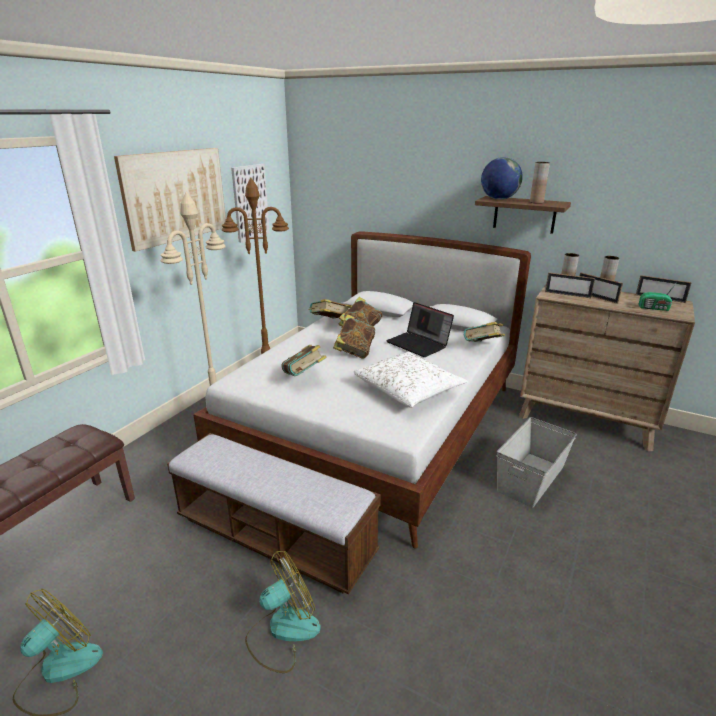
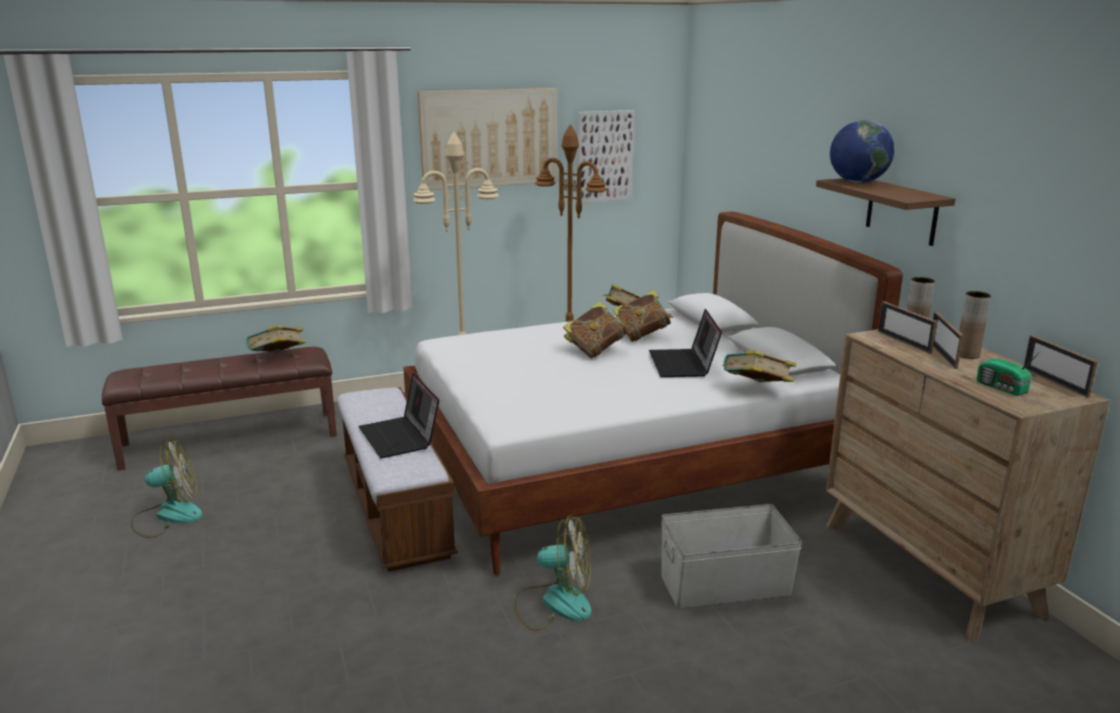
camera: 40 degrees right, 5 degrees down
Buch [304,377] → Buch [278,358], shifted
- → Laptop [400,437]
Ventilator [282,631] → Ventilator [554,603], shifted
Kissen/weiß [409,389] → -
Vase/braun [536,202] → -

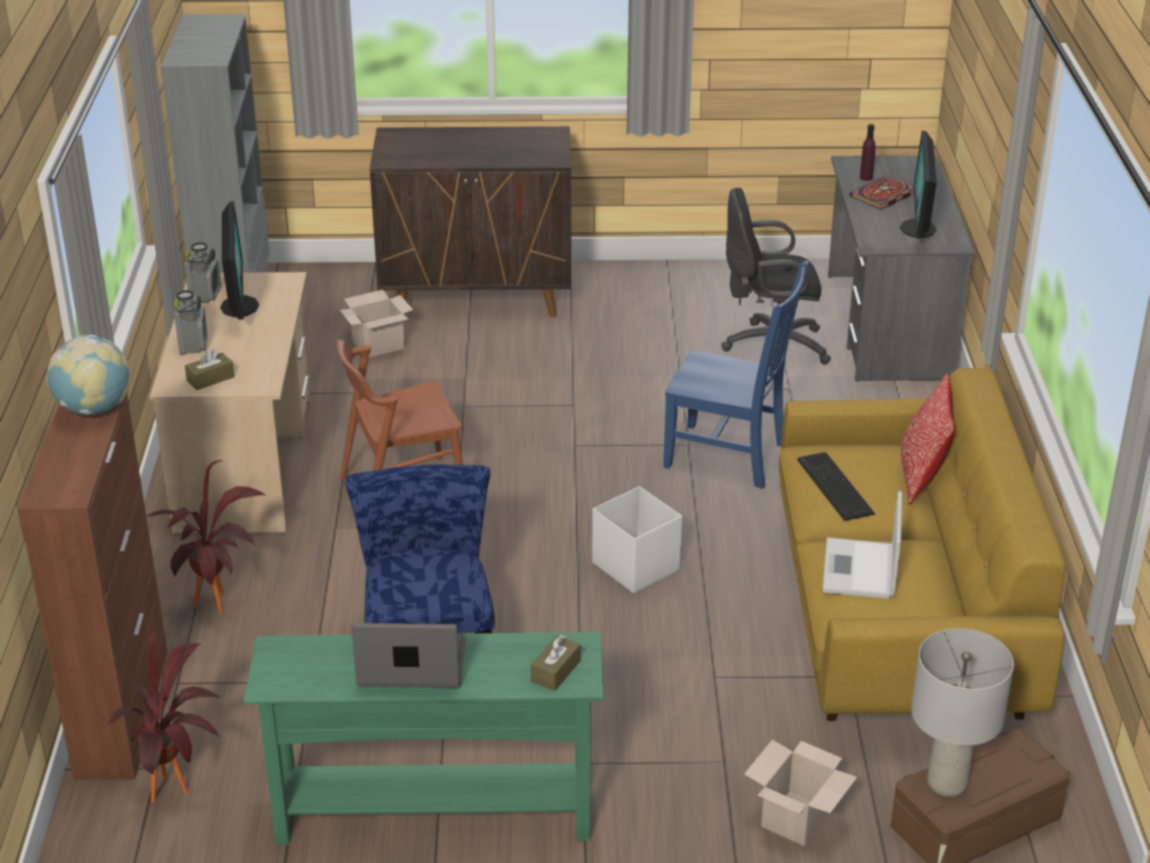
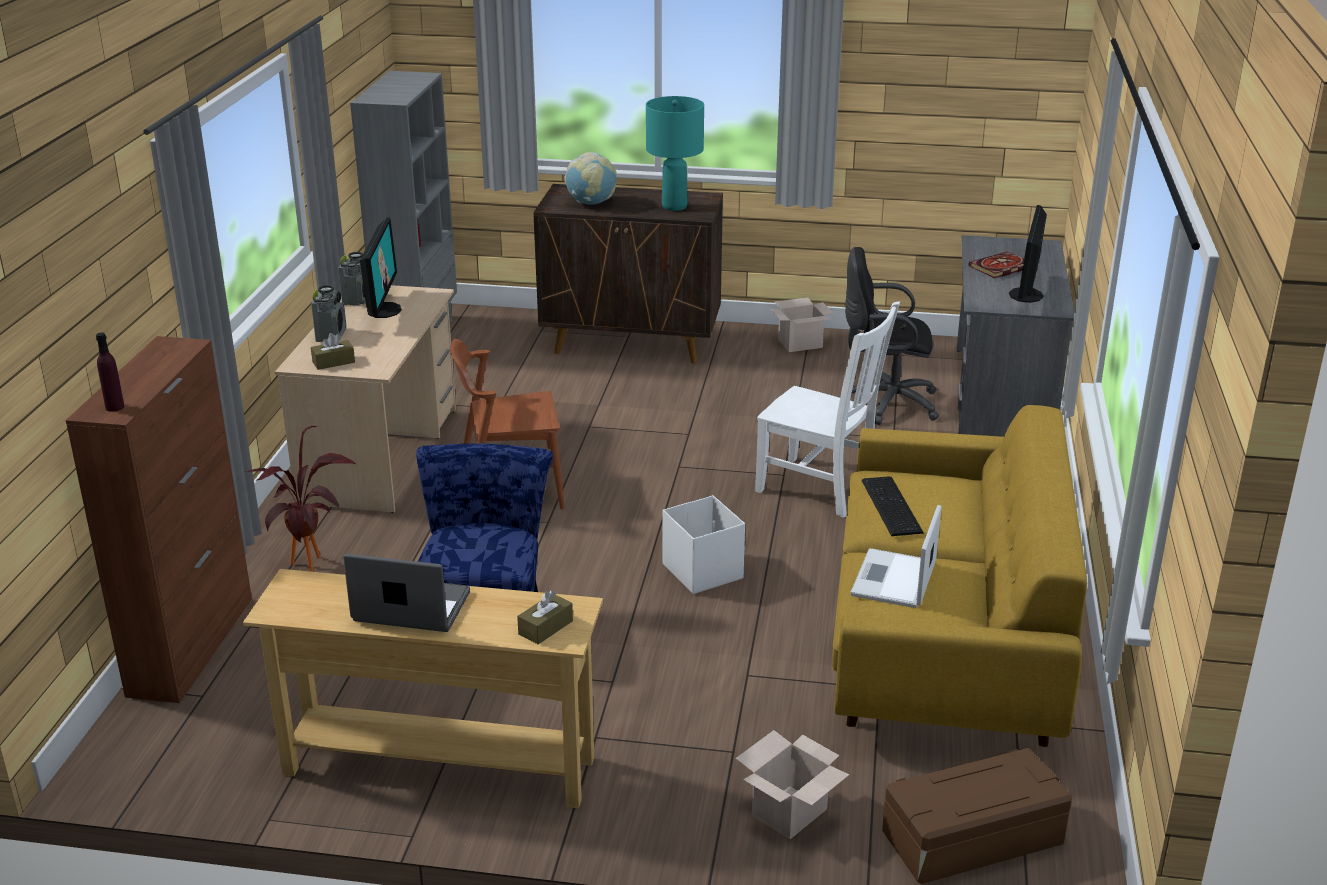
camera: 10 degrees right, 5 degrees down
Flasche/lila [866,178] → Flasche/lila [115,407], shifted
Konsolentisch/grün [434,815] → Konsolentisch/beige [438,767]
Globus [94,409] → Globus [591,203], shifted
- → Tischlampe/türkis [675,206]
Stuhl/blau [730,456] → Stuhl/weiß [820,488]
Karton [379,344] → Karton [801,343], shifted
Topfpflanze [179,790] → -
Kissen [922,476] → -
Tischlampe/grau [947,784] → -

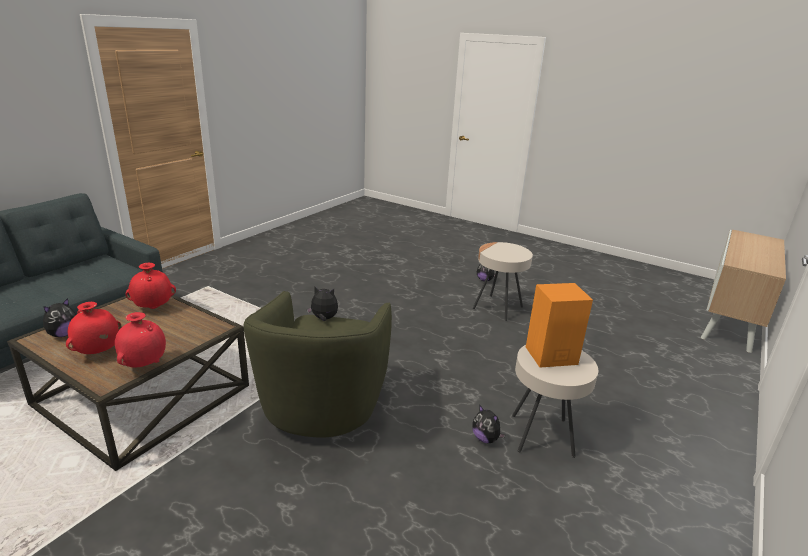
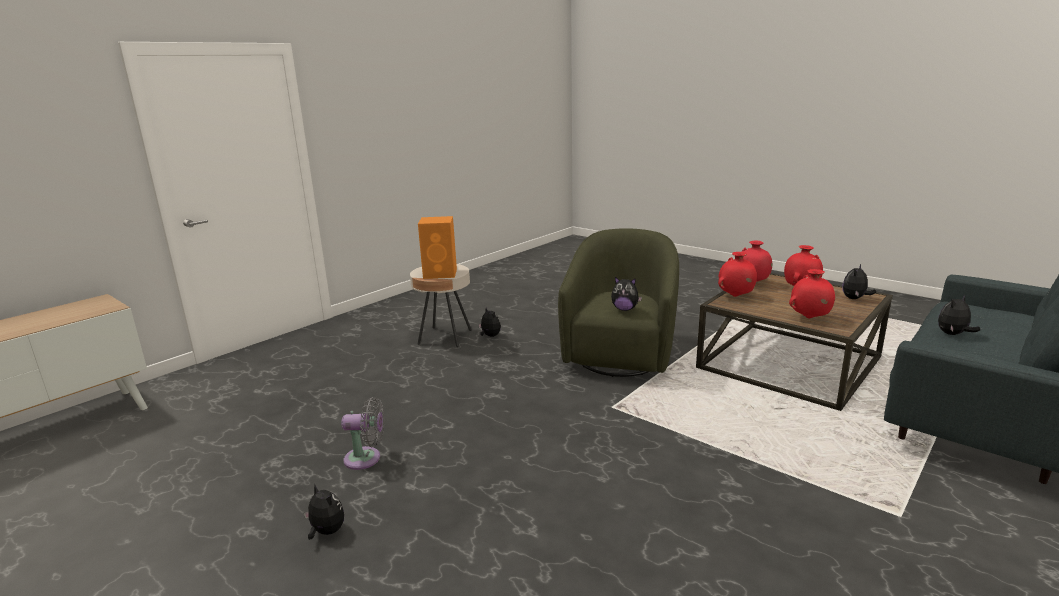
camera: 170 degrees left, 5 degrees down
Beistelltisch/beige [497,308] → Ventilator/grau [366,458]
- → Vase/rot [735,296]
- → Plüschtier [953,334]

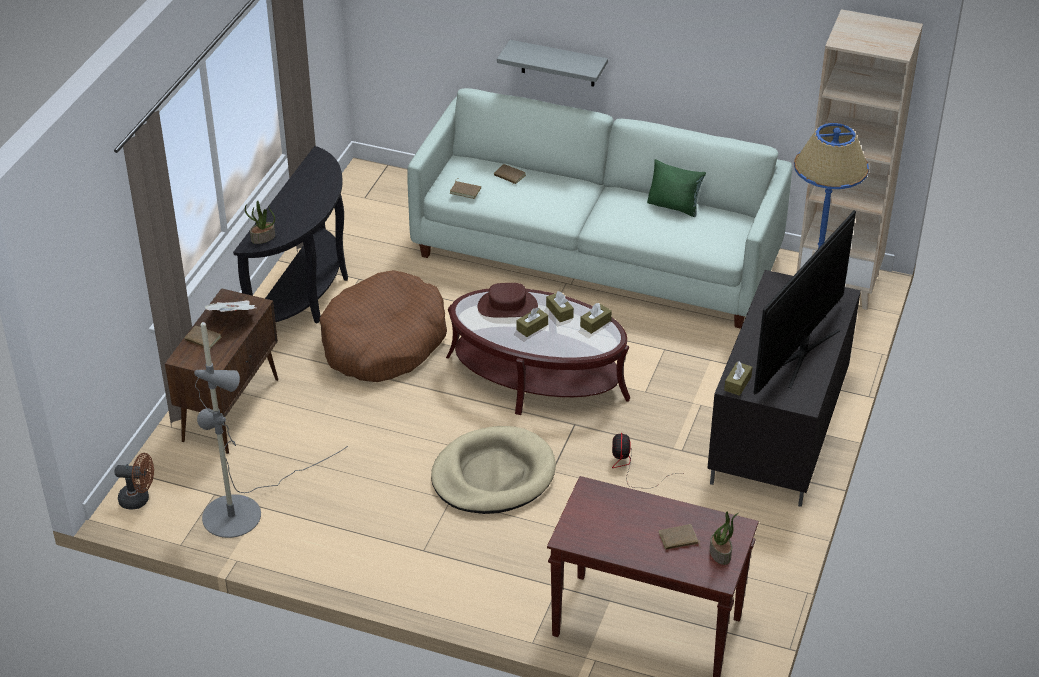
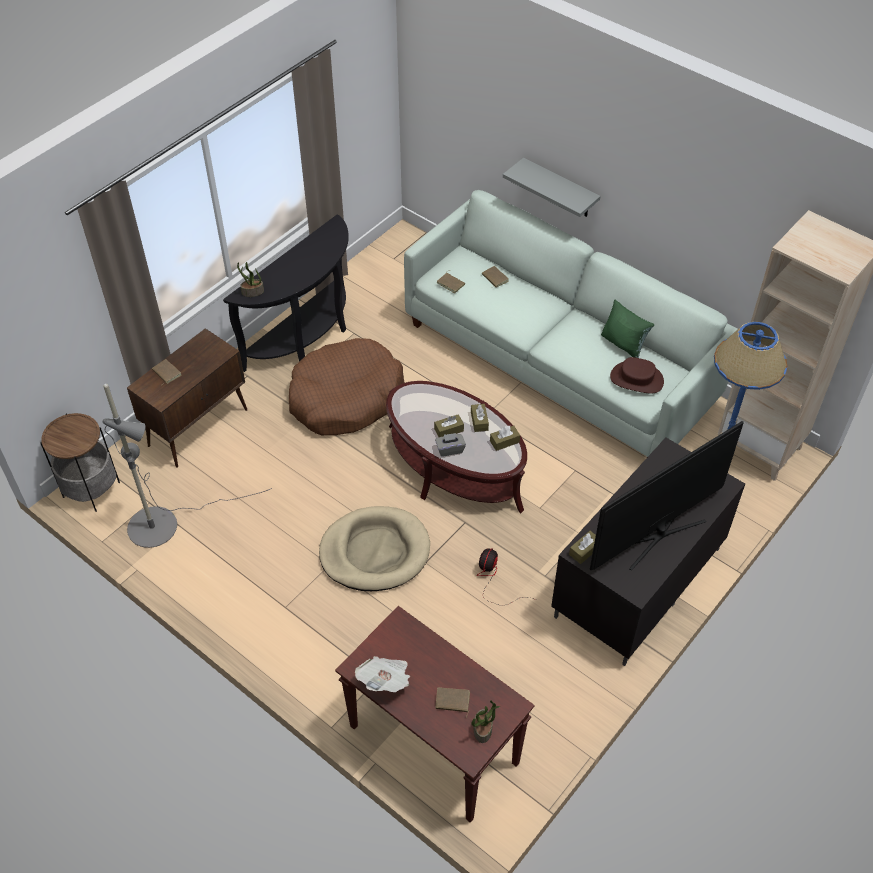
camera: 20 degrees right, 10 degrees up
Ventilator/braun [139,499] → Beistelltisch [91,489]
Zeitung [233,316] → Zeitung [385,680], shifted
- → Taschentuchbox/grau [450,449]
Hut/braun [507,307] → Hut/braun [636,379], shifted

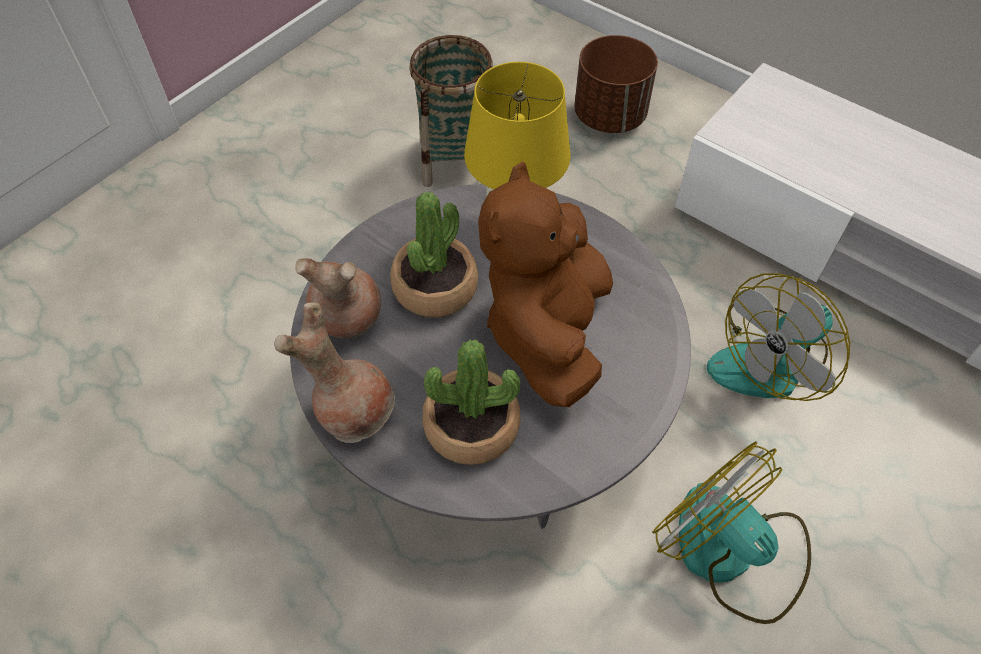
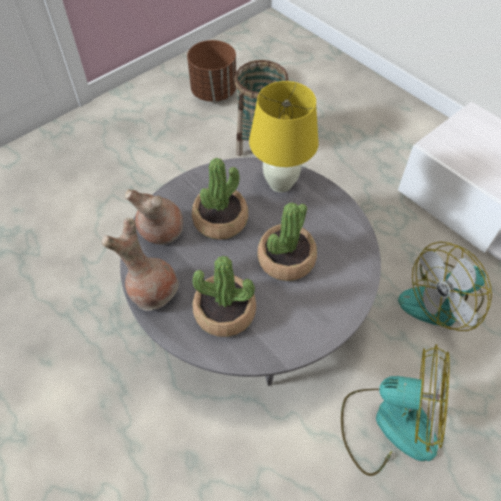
camera: 10 degrees right, 0 degrees up
Pflanzkübel/braun [610,116] → Pflanzkübel/braun [214,92], shifted
Plüschtier/braun [547,332] → Topfpflanze [286,259]
Ventilator [730,553] → Ventilator [389,423], 135 degrees clockwise

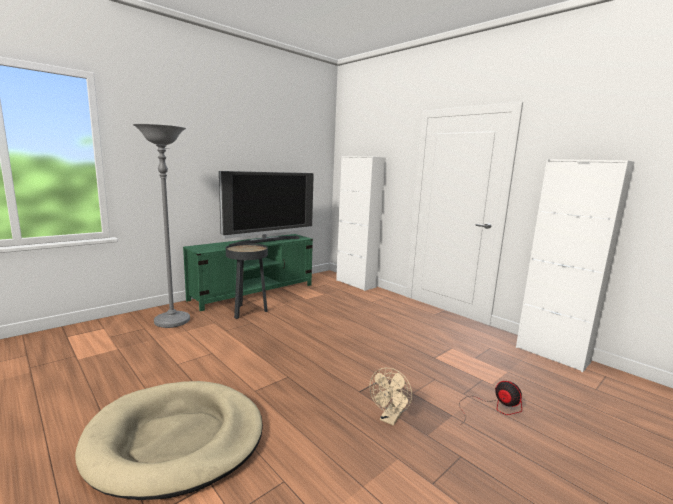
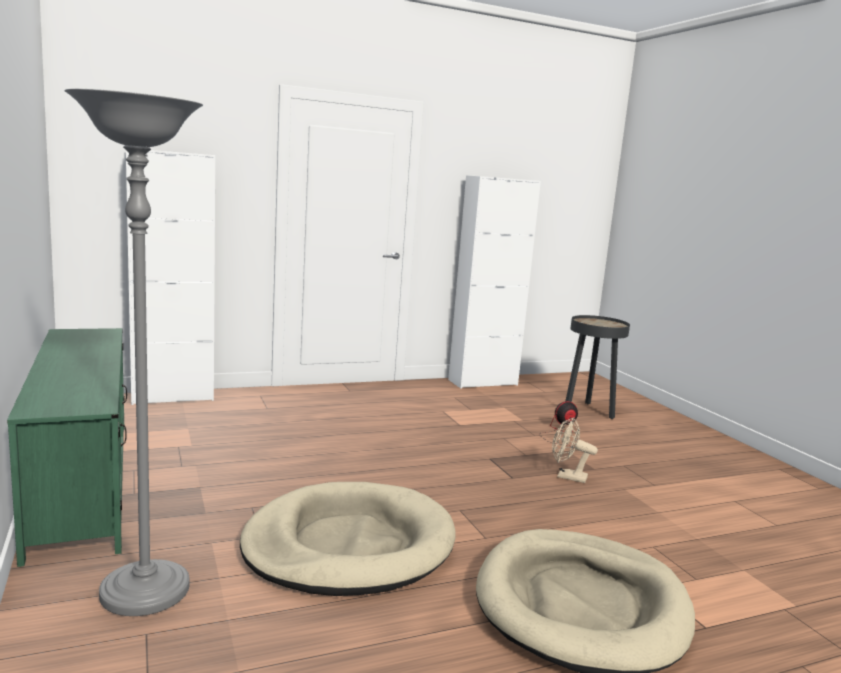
camera: 70 degrees left, 0 degrees up
- → Hundebett/beige [349,545]
Ventilator/beige [390,419] → Ventilator/beige [567,476], 150 degrees clockwise
Beistelltisch/schwarz [248,312] → Beistelltisch/schwarz [588,411], shifted
Fernseher [267,241] → -

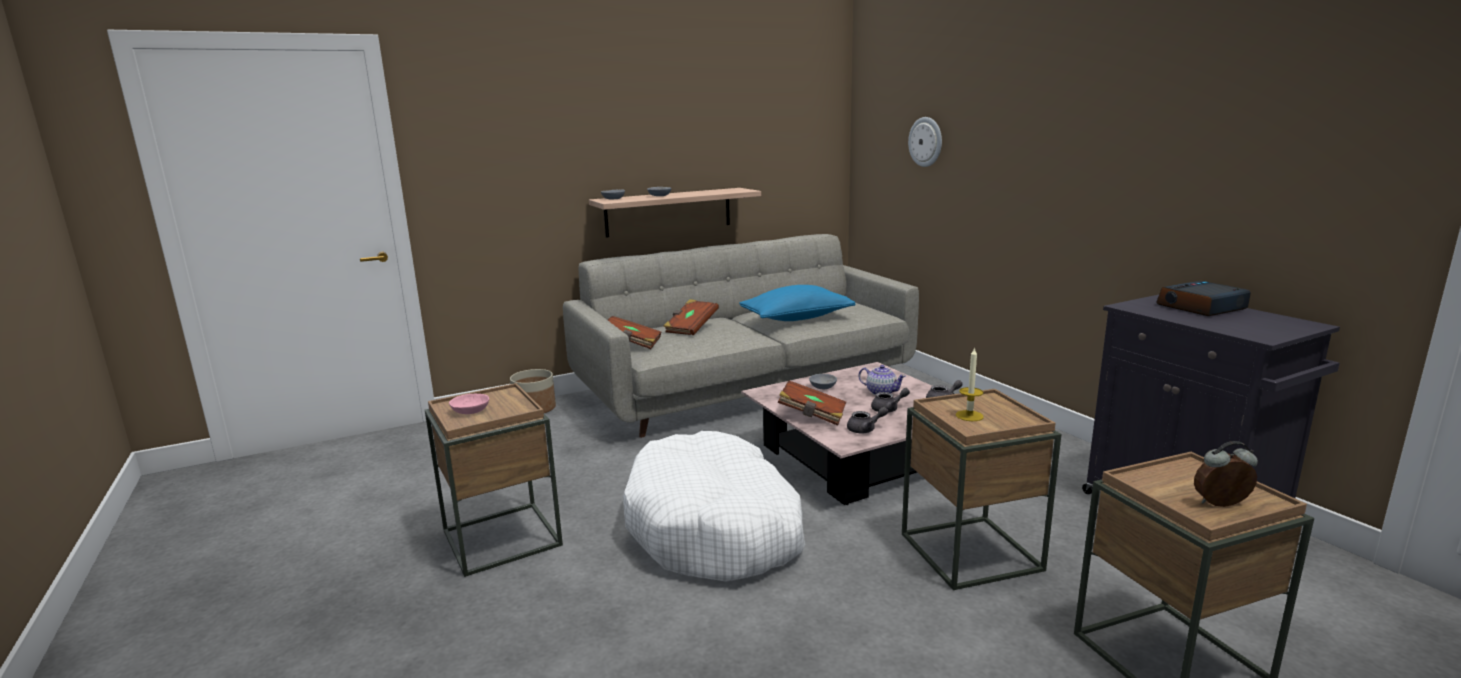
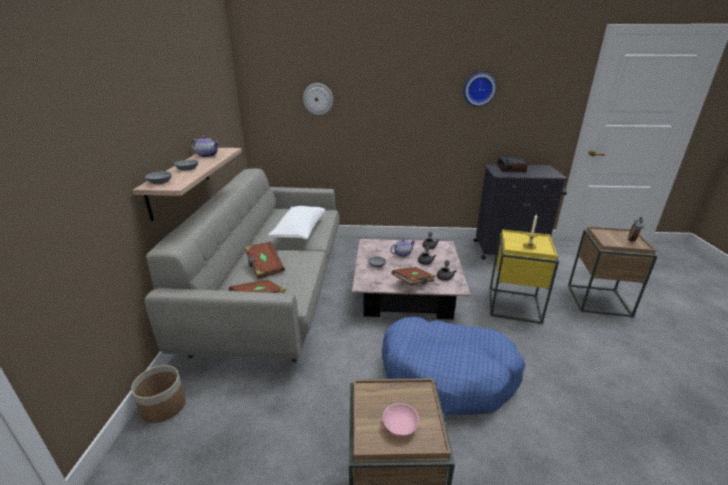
camera: 60 degrees left, 10 degrees up
- → Teekanne [207,155]
Kissen/blau [796,318] → Kissen/weiß [299,231]
Hundebett/weiß [715,528] → Hundebett/blau [448,374]
- → Wanduhr [479,89]
Beistelltisch/braun [971,552] → Beistelltisch/gelb [514,305]

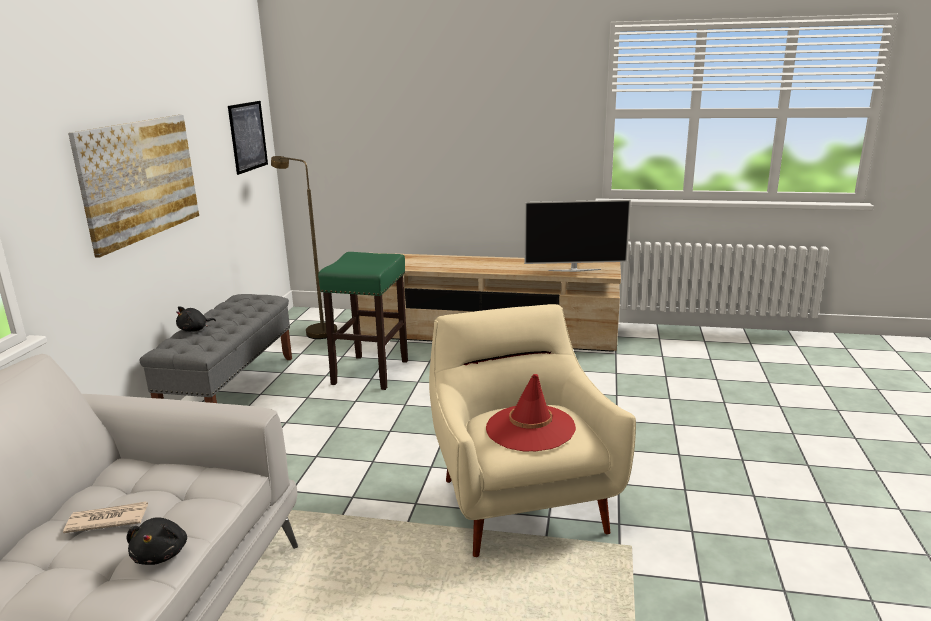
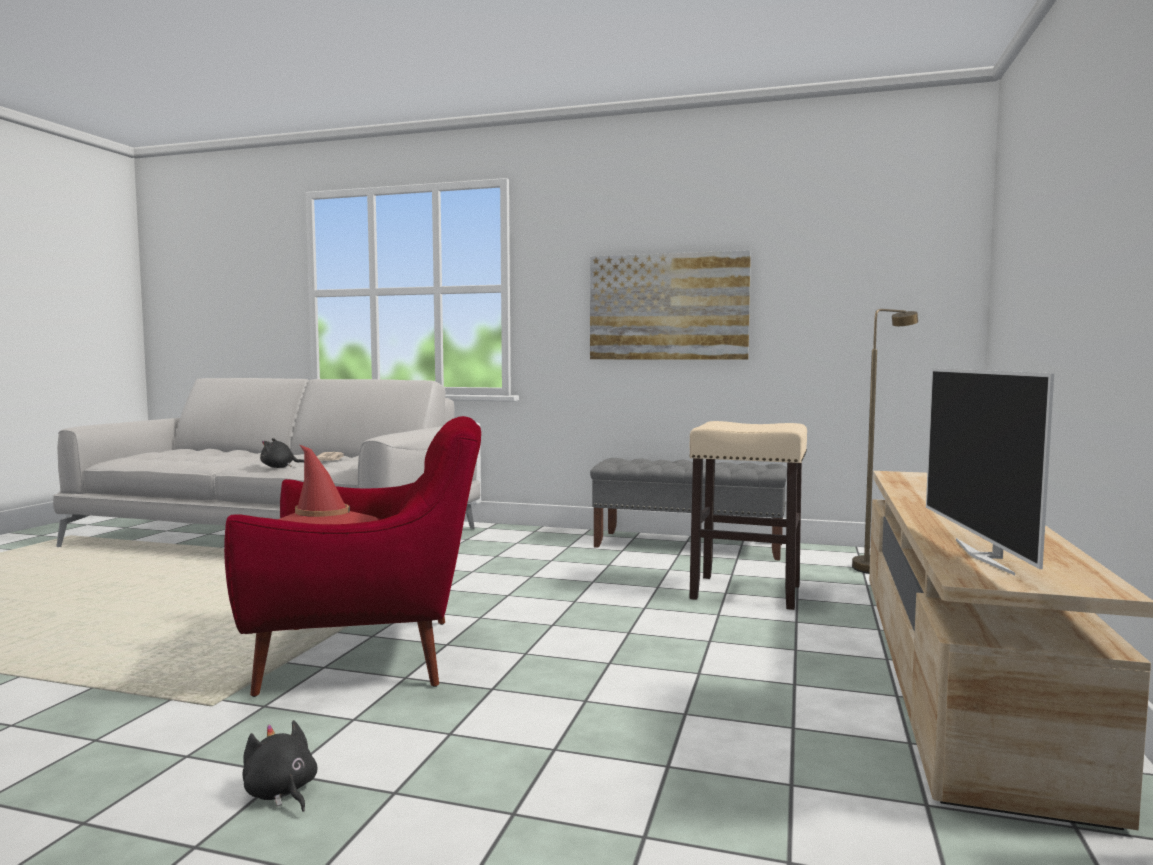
camera: 95 degrees right, 15 degrees down
Sessel/beige [520,500] → Sessel/rot [372,655]
Plüschtier/schwarz [195,330] → Plüschtier/schwarz [281,793], shifted
Hocker/grün [371,372] → Hocker/beige [747,592]
Bild [248,136] → -

